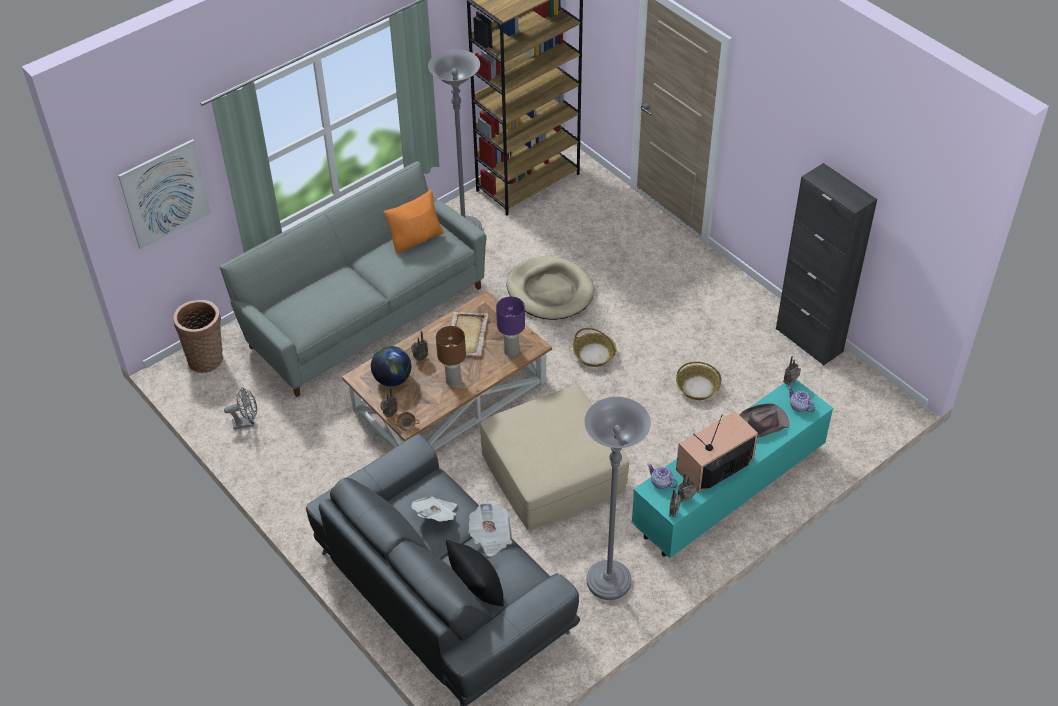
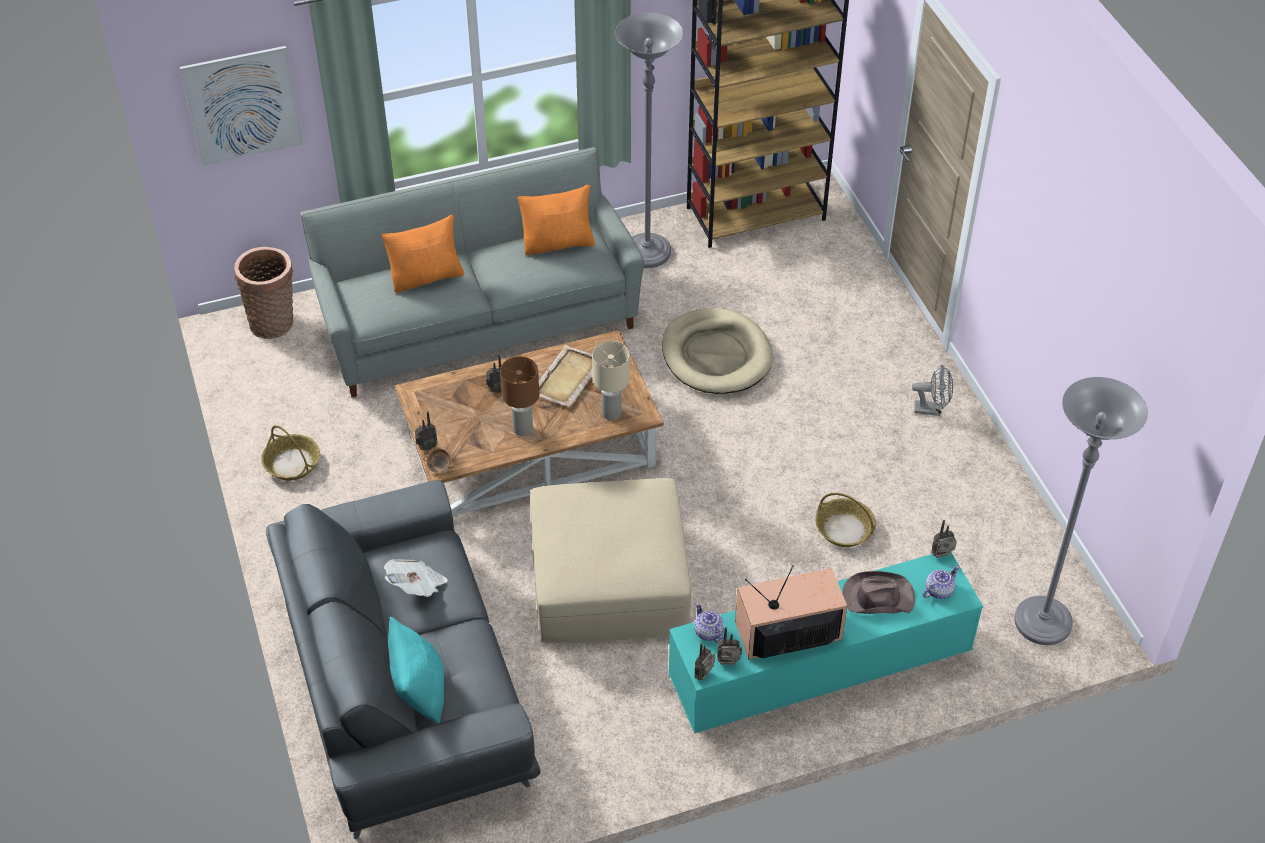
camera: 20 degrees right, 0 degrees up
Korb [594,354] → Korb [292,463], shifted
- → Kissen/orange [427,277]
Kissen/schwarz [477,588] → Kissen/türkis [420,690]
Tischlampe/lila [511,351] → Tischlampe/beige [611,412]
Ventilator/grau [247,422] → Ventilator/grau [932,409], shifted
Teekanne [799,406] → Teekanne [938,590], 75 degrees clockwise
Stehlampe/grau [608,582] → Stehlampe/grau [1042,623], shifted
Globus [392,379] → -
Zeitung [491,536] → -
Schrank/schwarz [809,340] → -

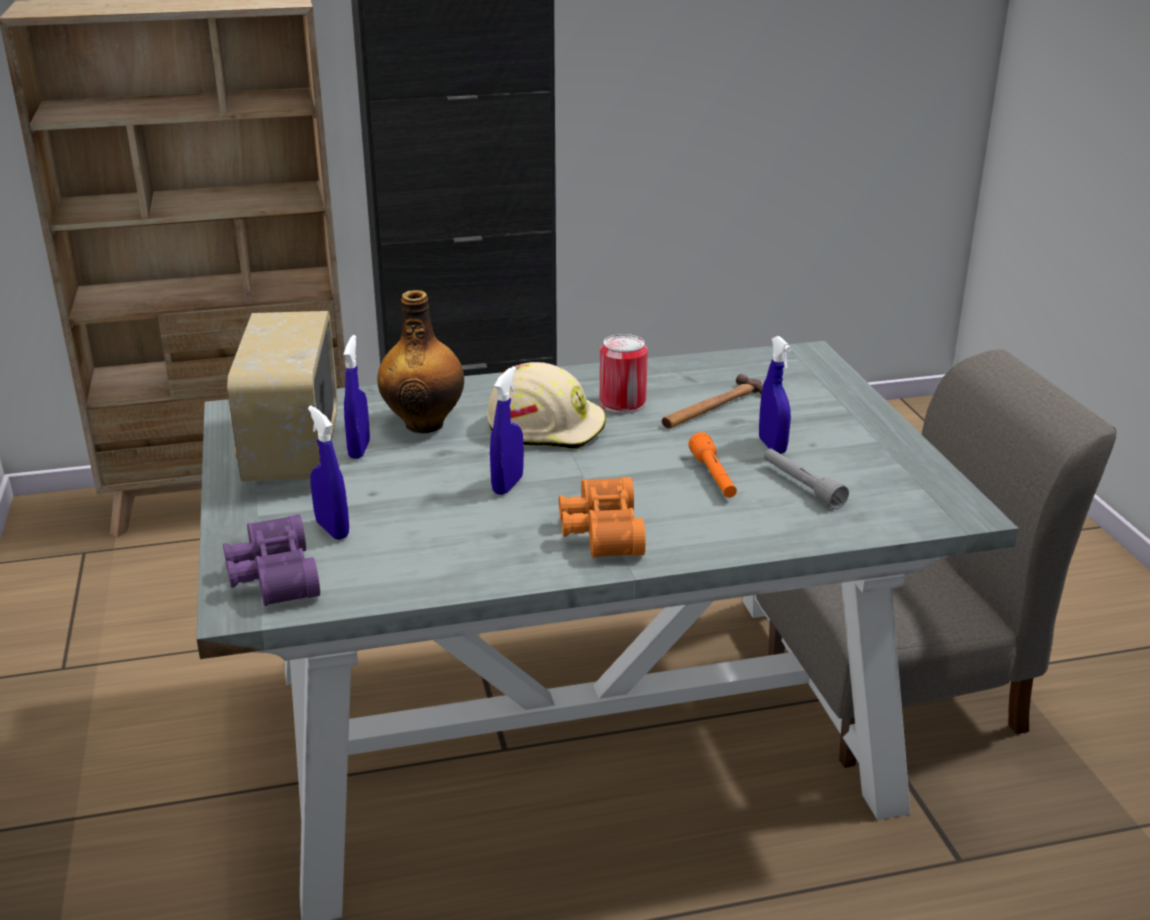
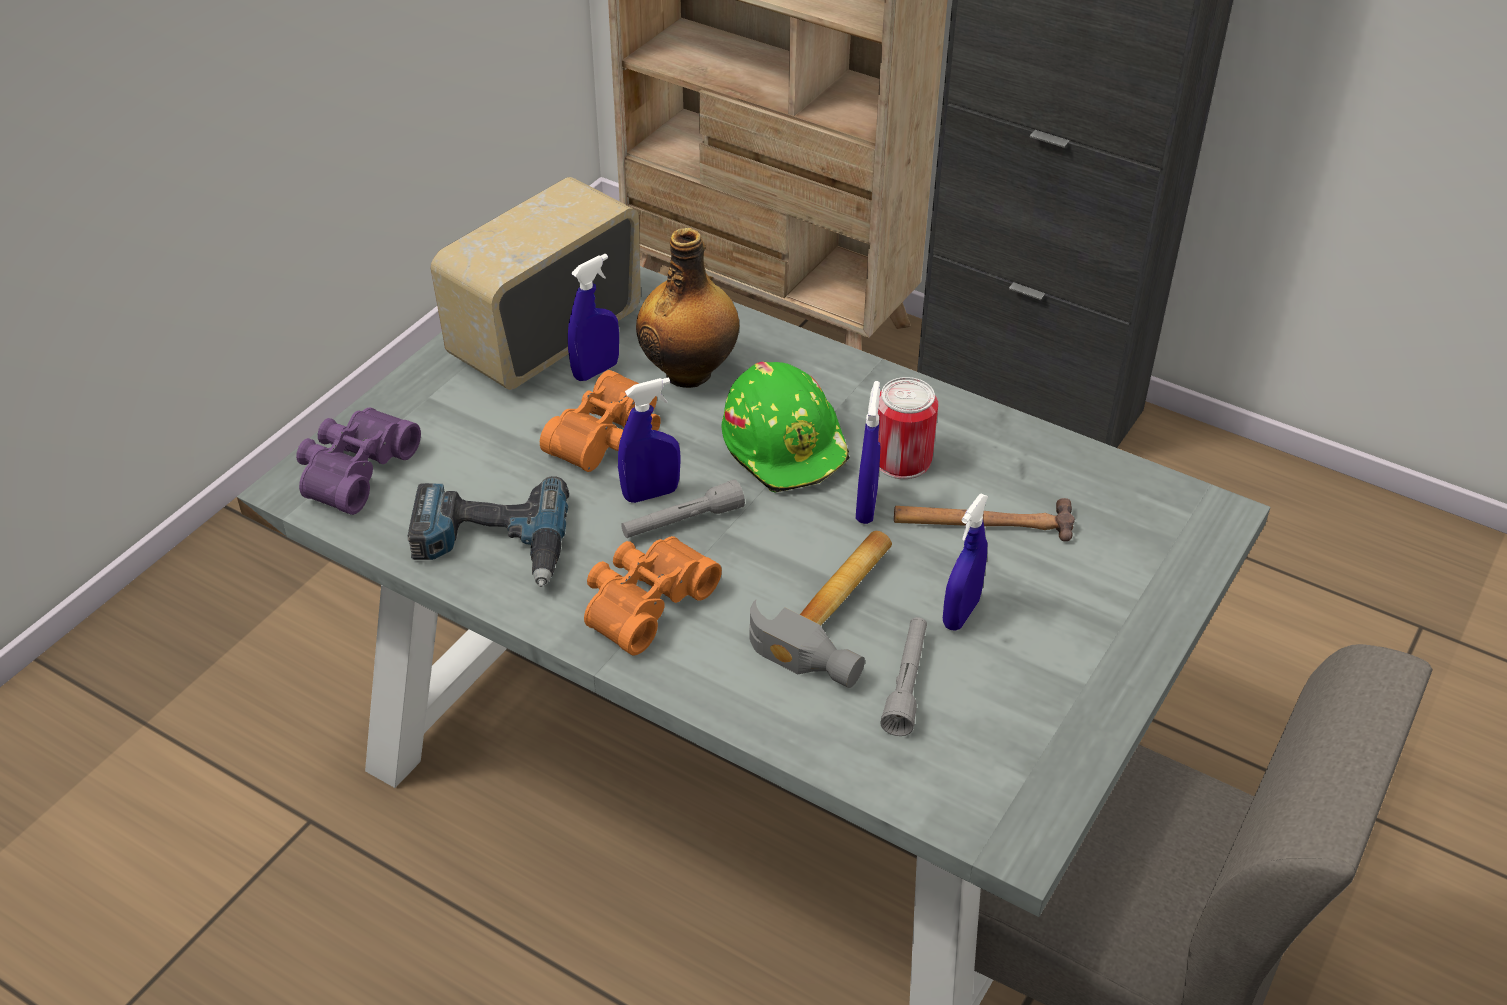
camera: 45 degrees right, 15 degrees up
- → Bohrmaschine [491,545]
- → Fernglas/orange [611,439]
- → Taschenlampe/grau [682,522]
Schutzhelm/beige [546,427] → Schutzhelm/grün [786,444]
Taschenlampe/orange [713,477] → Hammer [841,611]
Sprühflasche/blau [332,529] → Sprühflasche/blau [866,507], shifted

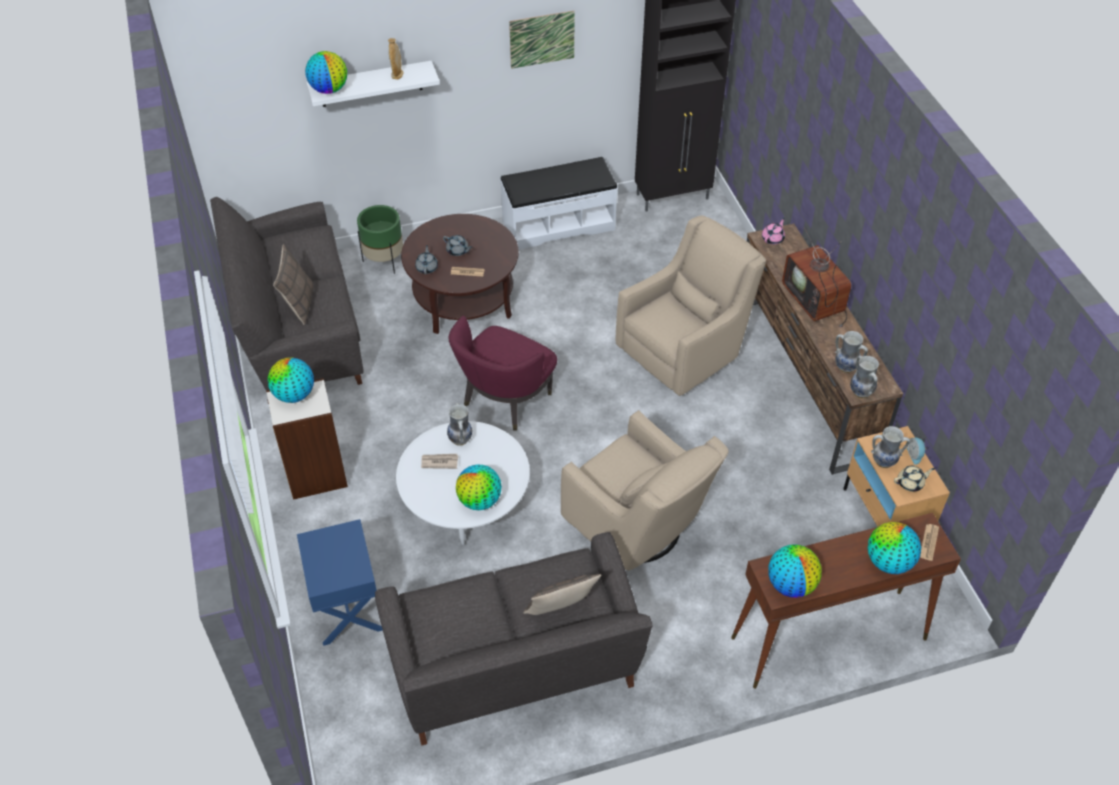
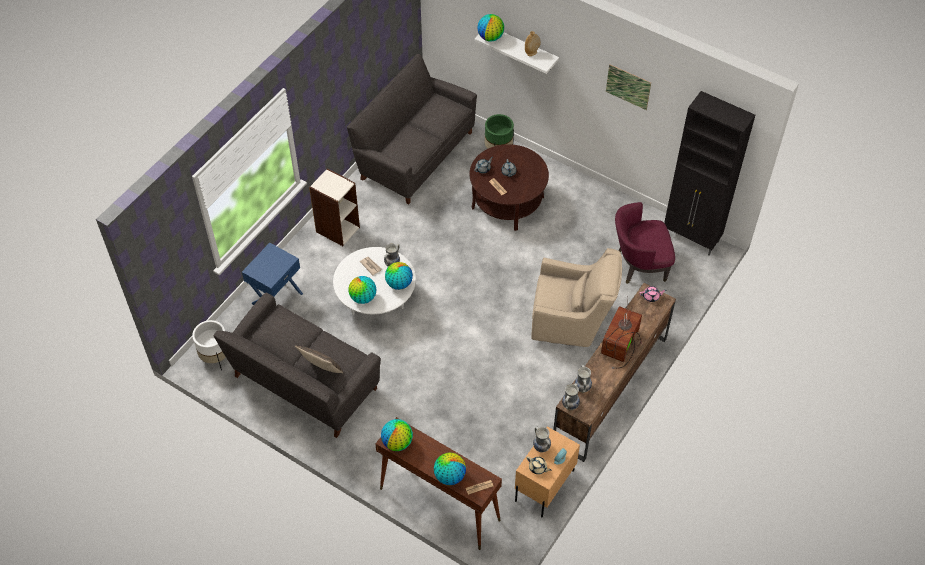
camera: 50 degrees right, 5 degrees up
- → Pflanzkübel/weiß [215,357]
Globus [294,395] → Globus [399,283], shifted
Sessel/lila [504,400] → Sessel/lila [639,265], shifted
Kissen [299,304] → -
Bank/weiß [558,225] → -
Sessel/beige [639,529] → -

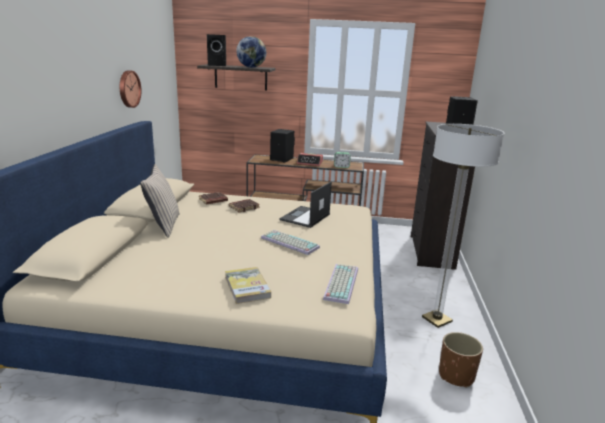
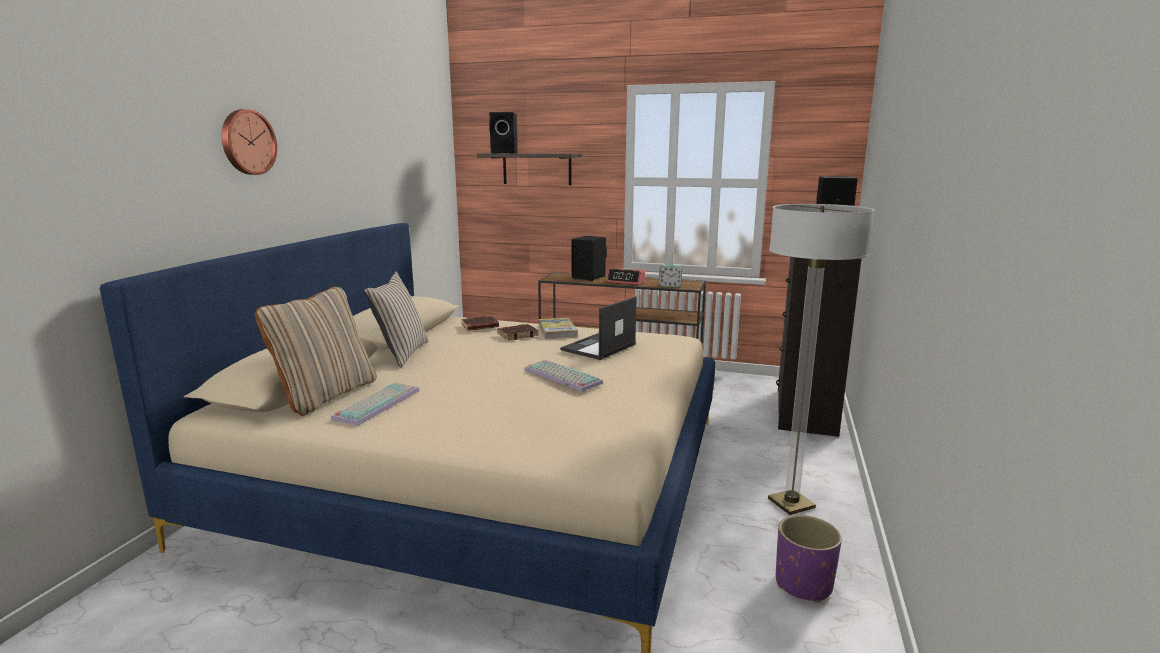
camera: 10 degrees right, 5 degrees down
Wanduhr [128,89] → Wanduhr [247,142], shifted
- → Kissen/beige [326,395]
Tastatur [340,283] → Tastatur [377,403], shifted
Buch [247,287] → Buch [557,331], shifted
Pflanzkübel/braun [456,375] → Pflanzkübel/lila [803,584]
Globus [251,67] → -

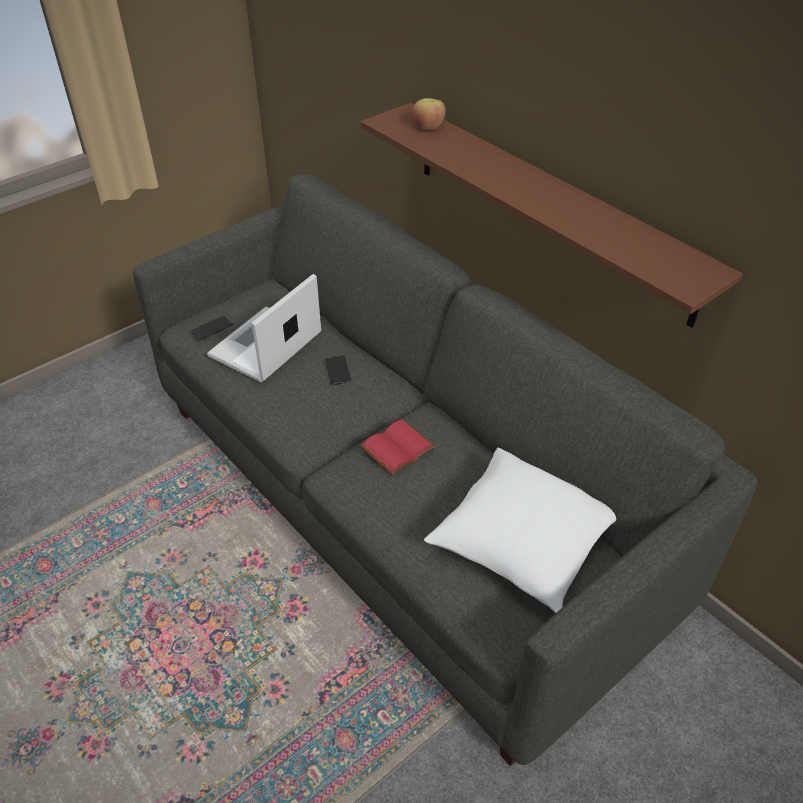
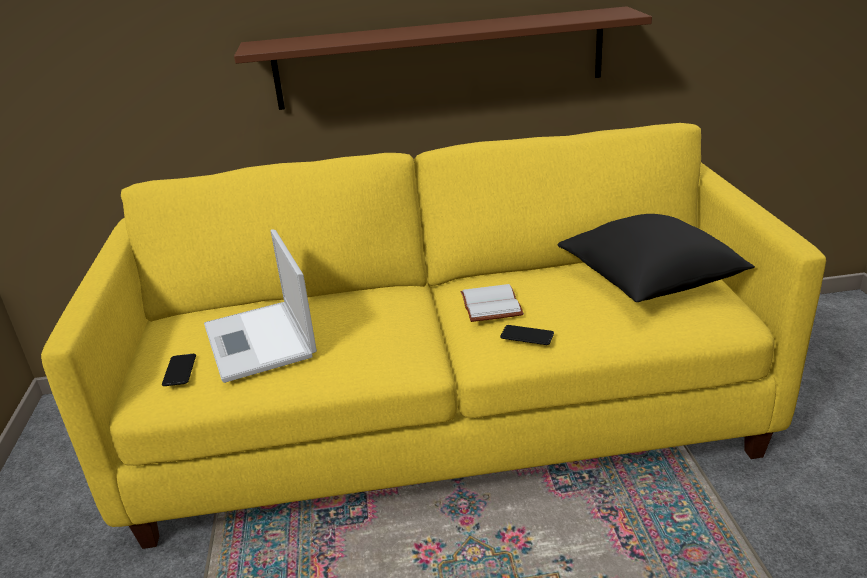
camera: 55 degrees left, 15 degrees down
Sofa/grau [403,501] → Sofa/gelb [444,417]
Buch/rot [398,449] → Buch/weiß [493,305]
Handy [338,370] → Handy [527,336], shifted
Kissen/weiß [521,544] → Kissen/schwarz [649,282]
Apfel [428,127] → -

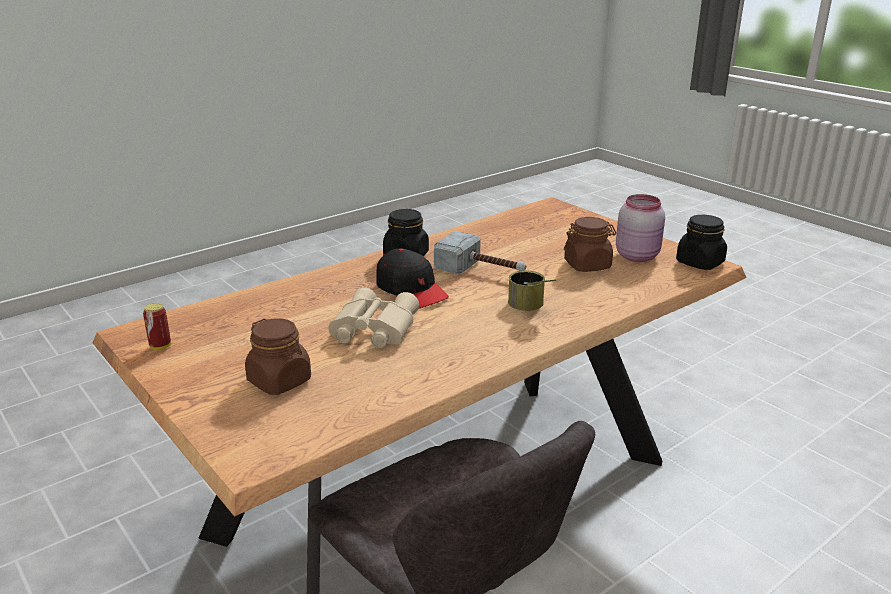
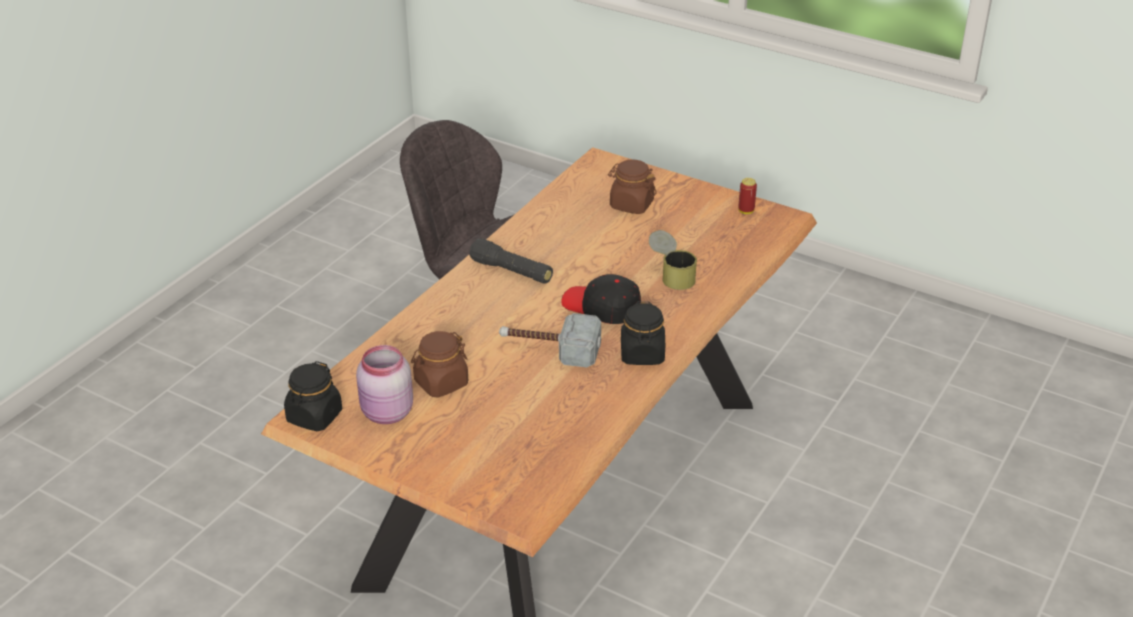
camera: 160 degrees right, 10 degrees up
- → Taschenlampe/schwarz [511,271]
Dose [530,307] → Dose [671,275], shifted
Fernglas/beige [372,329] → -

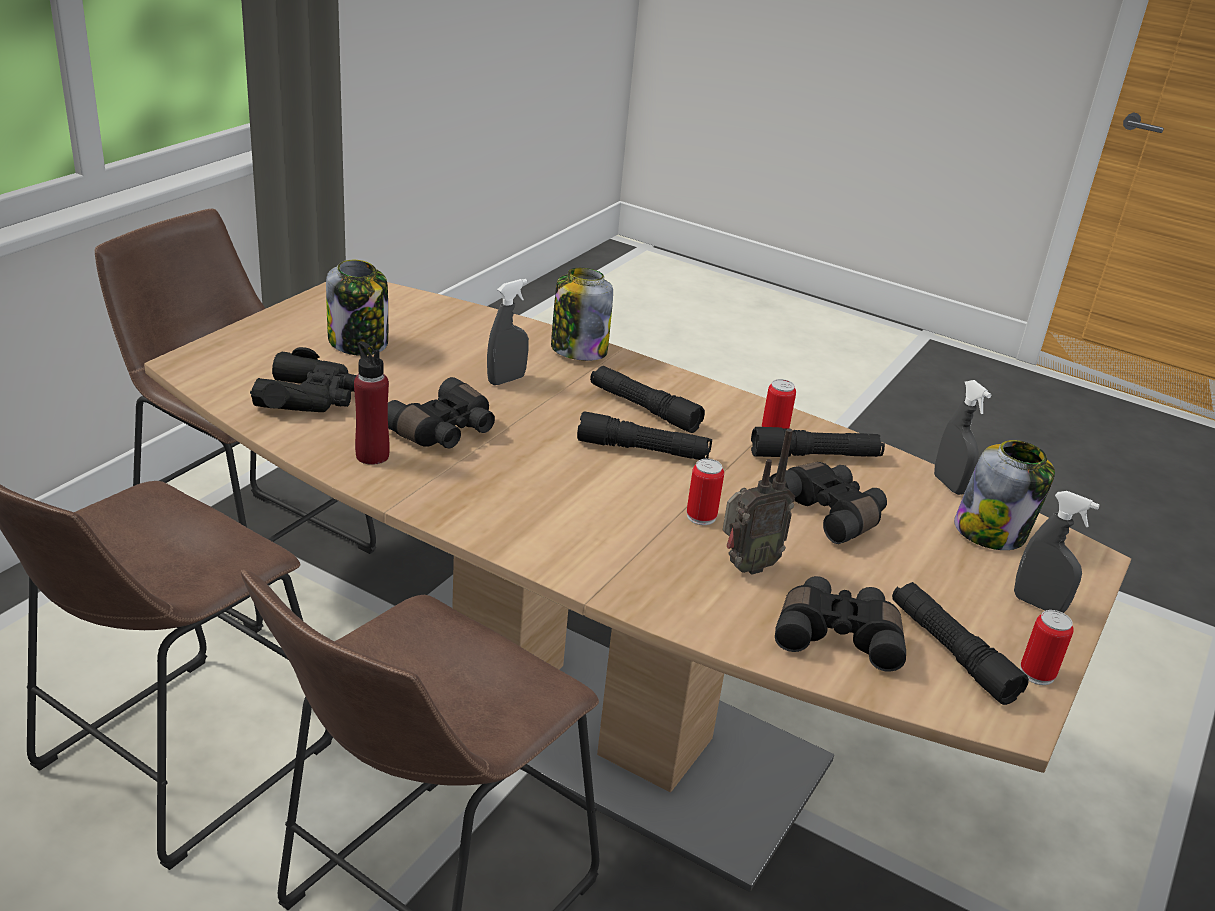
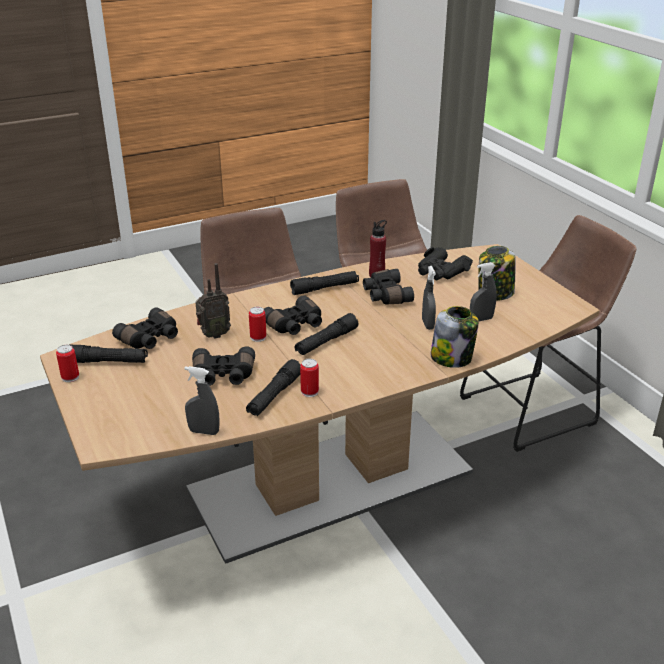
camera: 125 degrees right, 0 degrees up
Radio [746,566] → Radio [213,335], 120 degrees counterclockwise
- → Fernglas/schwarz [295,325]
Taschenlampe/schwarz [644,408] → Taschenlampe/schwarz [325,288], shifted
Sprühflasche/grau [1038,604] → Sprühflasche/grau [481,319], shifted
Vorratsglas [991,532] → -

